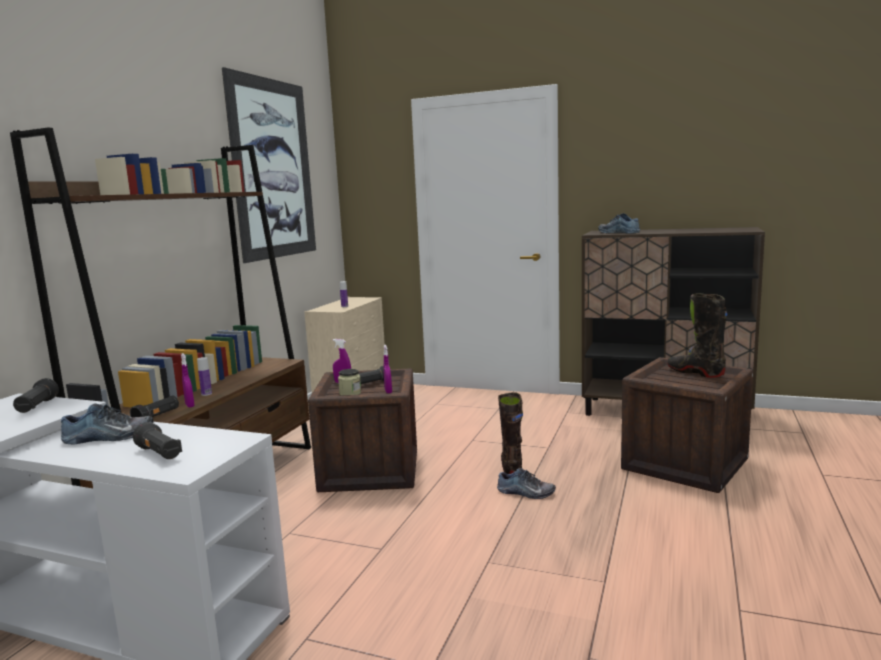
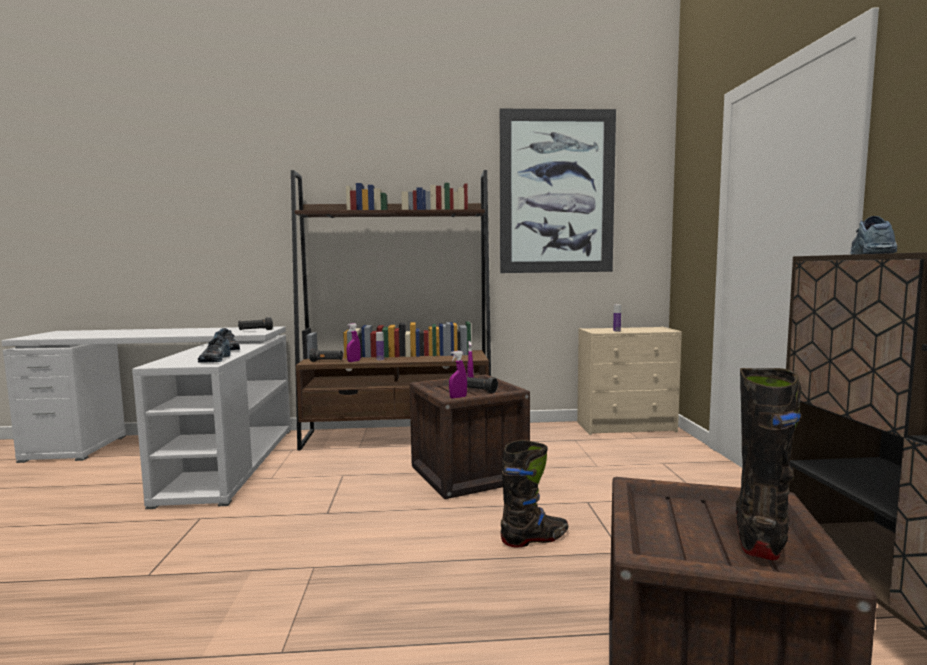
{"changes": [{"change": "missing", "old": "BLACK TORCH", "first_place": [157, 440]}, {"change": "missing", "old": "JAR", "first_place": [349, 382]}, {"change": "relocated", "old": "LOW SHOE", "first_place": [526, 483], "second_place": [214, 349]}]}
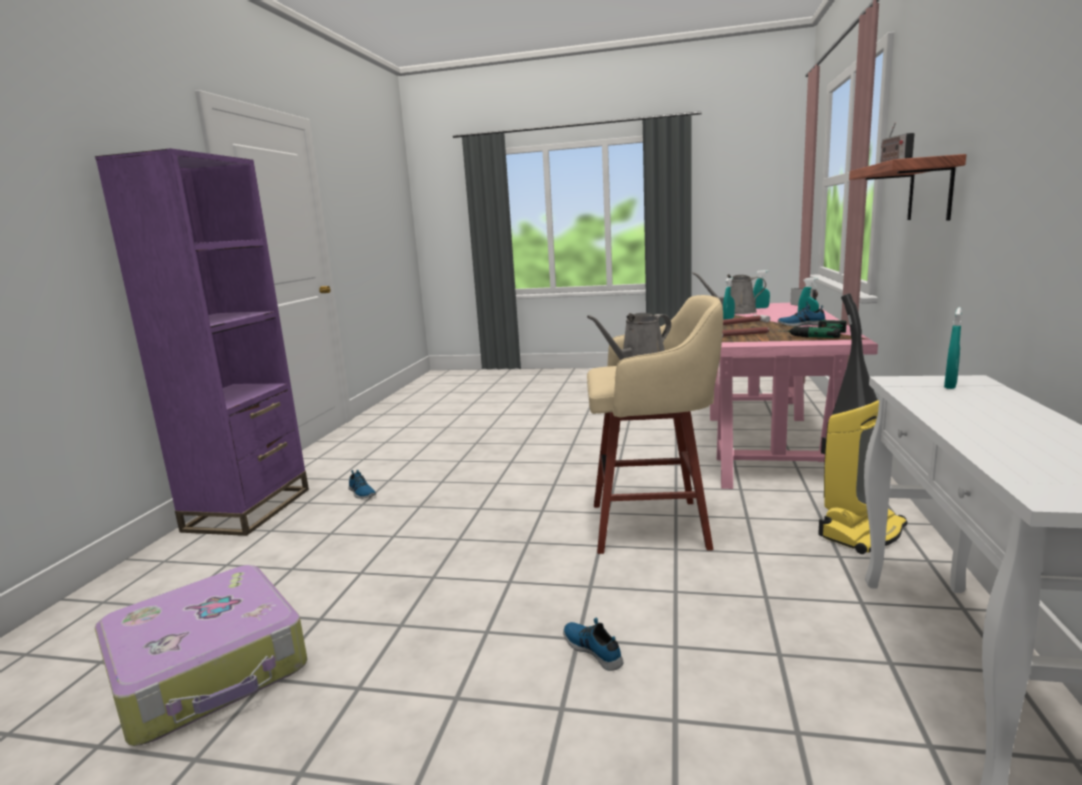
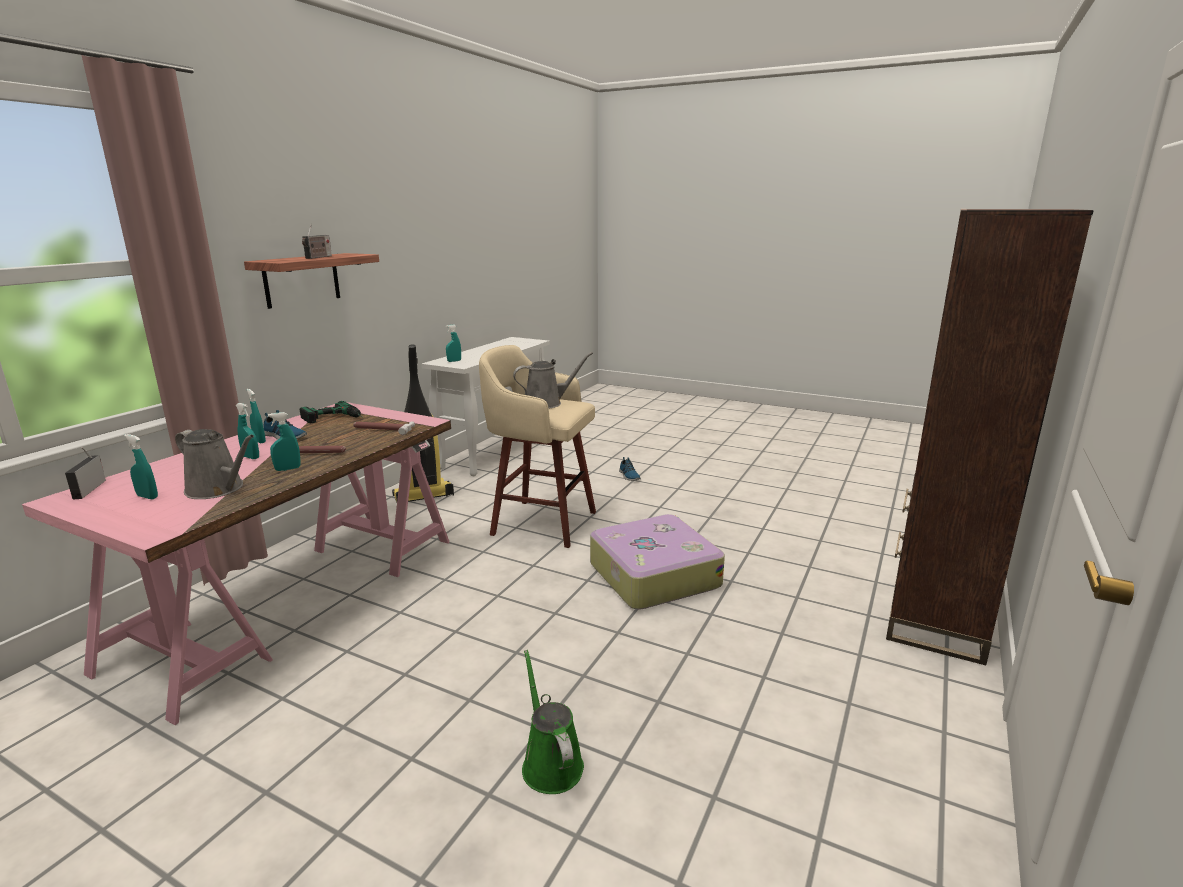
{"changes": [{"change": "missing", "old": "LOW SHOE", "first_place": [362, 484]}, {"change": "appeared", "new": "TURQUOISE SPRAY BOTTLE", "second_place": [247, 431]}, {"change": "appeared", "new": "GREEN-COLOURED SPRINKLING CAN", "second_place": [553, 722]}, {"change": "relocated", "old": "SUITCASE", "first_place": [201, 655], "second_place": [657, 562]}, {"change": "colour", "old": "PURPLE-COLOURED SHELVING UNIT", "new": "BROWN SHELVING UNIT", "first_place": [202, 342], "second_place": [990, 437]}]}
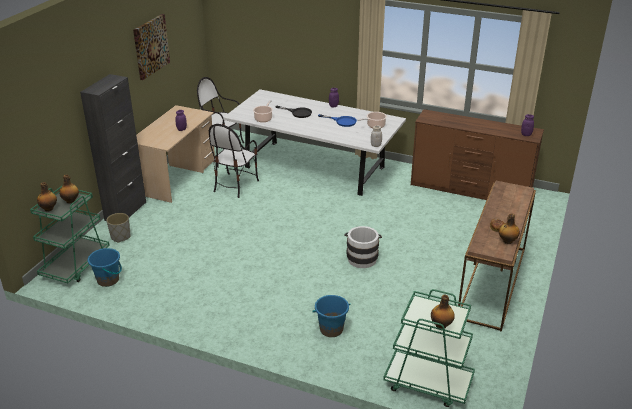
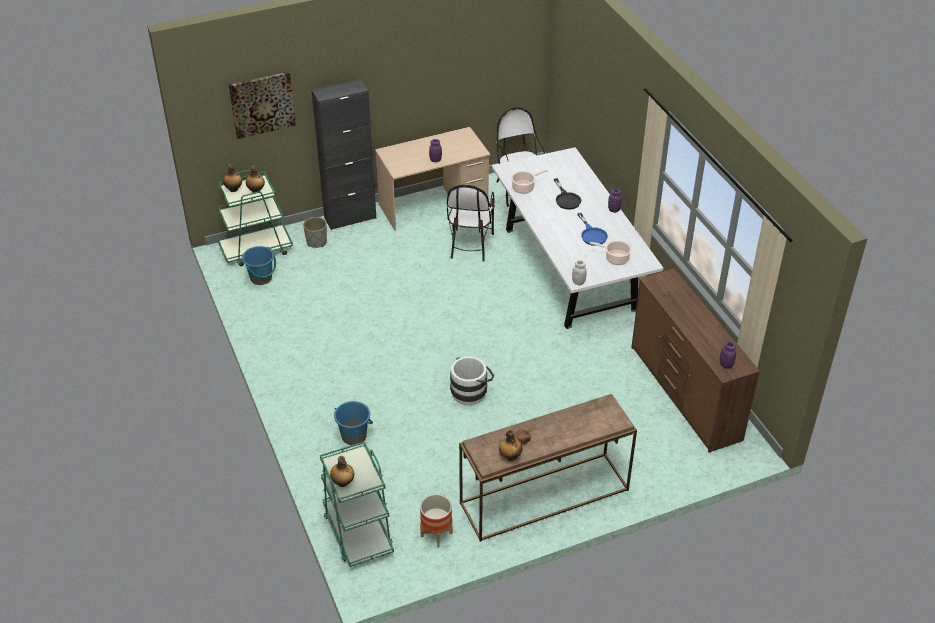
{"changes": [{"change": "appeared", "new": "PLANTER", "second_place": [436, 521]}, {"change": "relocated", "old": "PICTURE", "first_place": [151, 47], "second_place": [262, 105]}, {"change": "spun", "old": "PLAIN CHAIR", "first_place": [234, 161], "second_place": [471, 223], "degrees": -60}]}
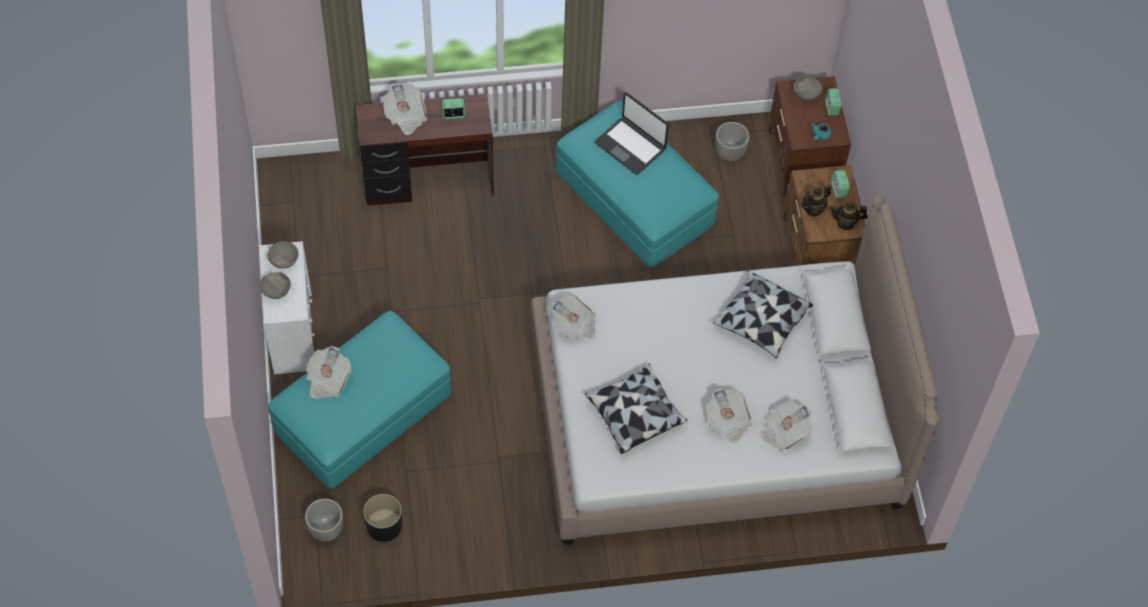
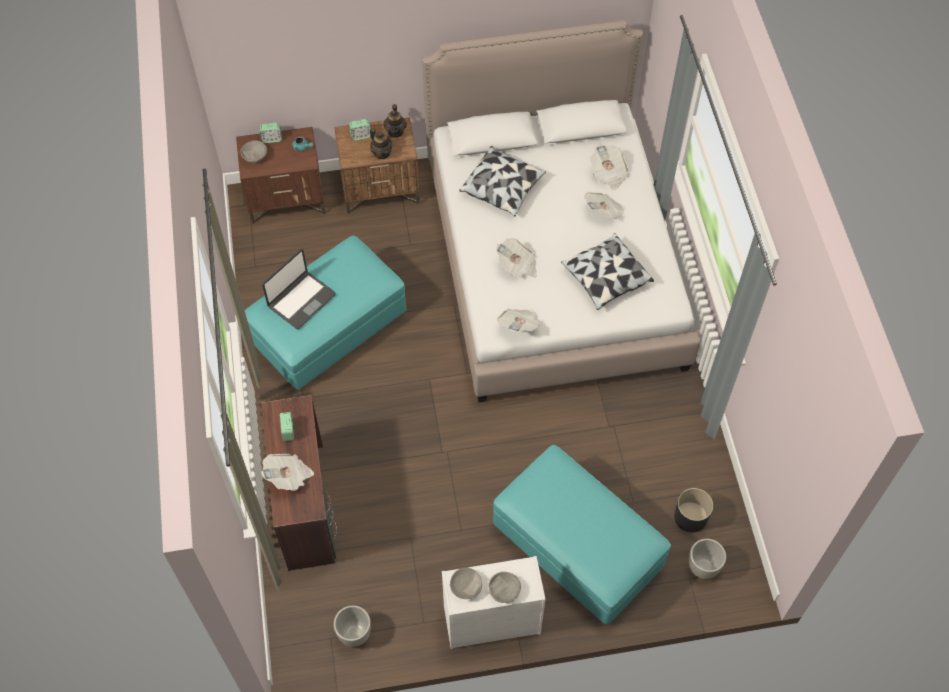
{"changes": [{"change": "relocated", "old": "NEWSPAPER", "first_place": [328, 372], "second_place": [516, 258]}, {"change": "relocated", "old": "GREY PLANTER", "first_place": [732, 141], "second_place": [352, 626]}]}
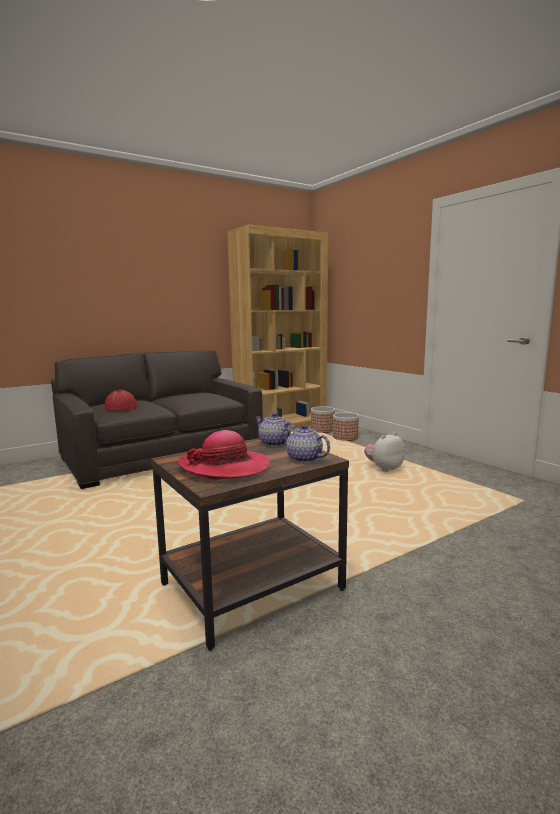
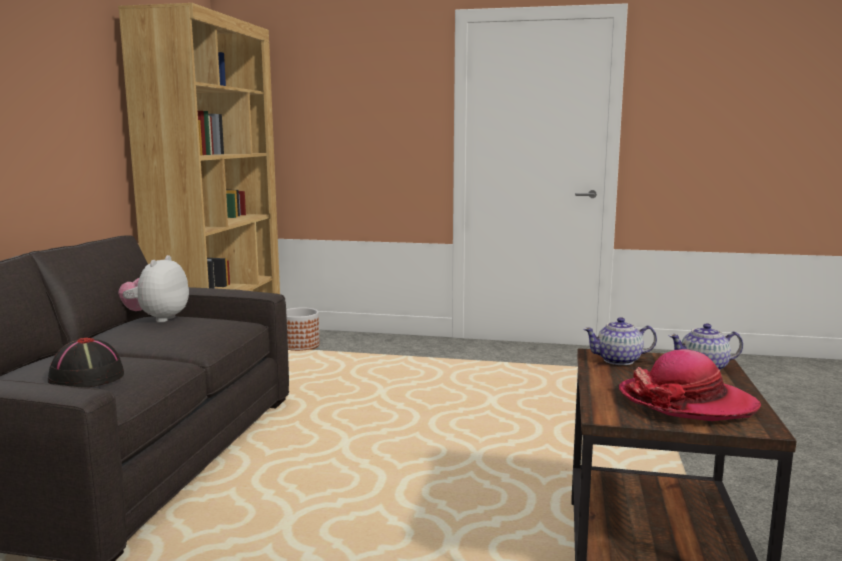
{"changes": [{"change": "missing", "old": "PLANTER", "first_place": [346, 426]}, {"change": "relocated", "old": "PLUSH TOY", "first_place": [384, 452], "second_place": [153, 288]}, {"change": "colour", "old": "RED CLOTHING HAT", "new": "BLACK CLOTHING HAT", "first_place": [121, 400], "second_place": [86, 363]}]}
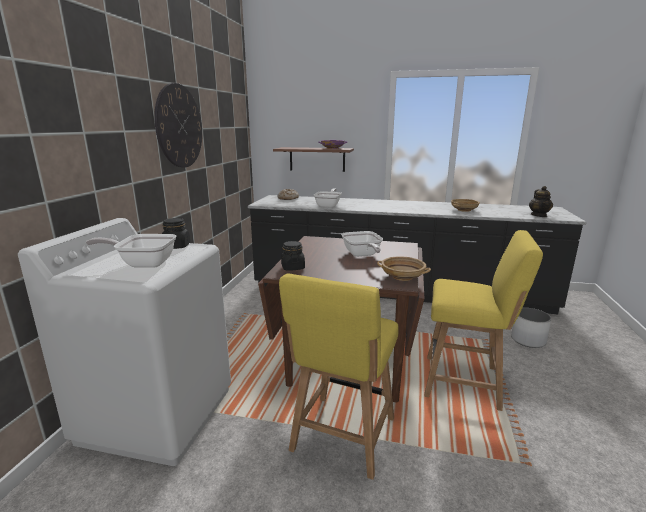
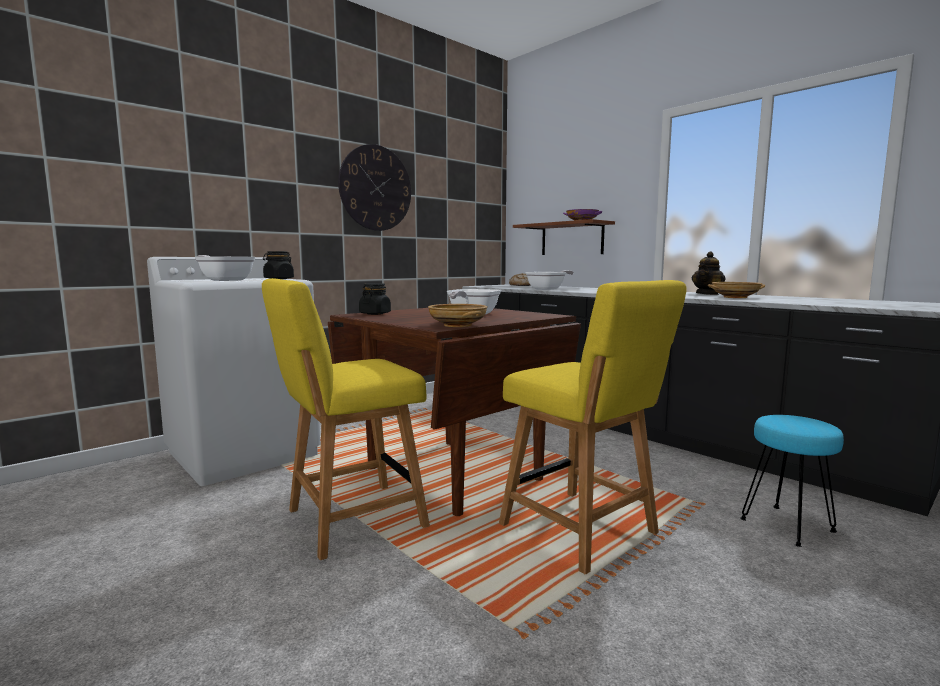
{"changes": [{"change": "relocated", "old": "TEAPOT", "first_place": [541, 201], "second_place": [708, 273]}, {"change": "exchanged", "old": "WHITE PLANTER", "new": "TURQUOISE STOOL SEAT", "first_place": [531, 328], "second_place": [792, 481]}]}
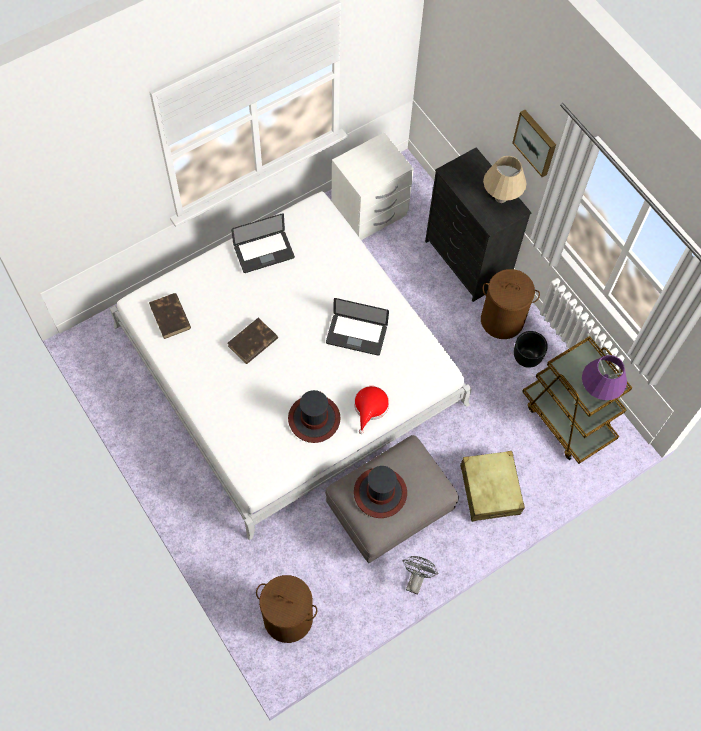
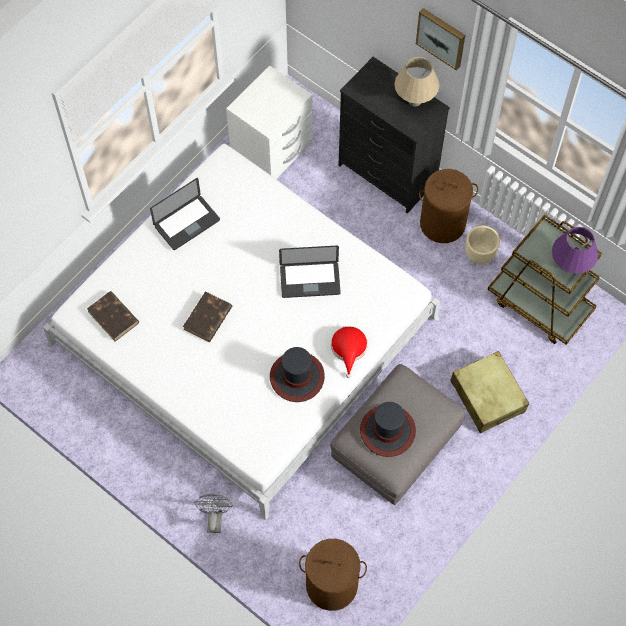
{"changes": [{"change": "relocated", "old": "GREY COOLING FAN", "first_place": [421, 575], "second_place": [214, 513]}, {"change": "colour", "old": "BLACK PLANTER", "new": "SAND-COLOURED PLANTER", "first_place": [531, 349], "second_place": [482, 245]}]}
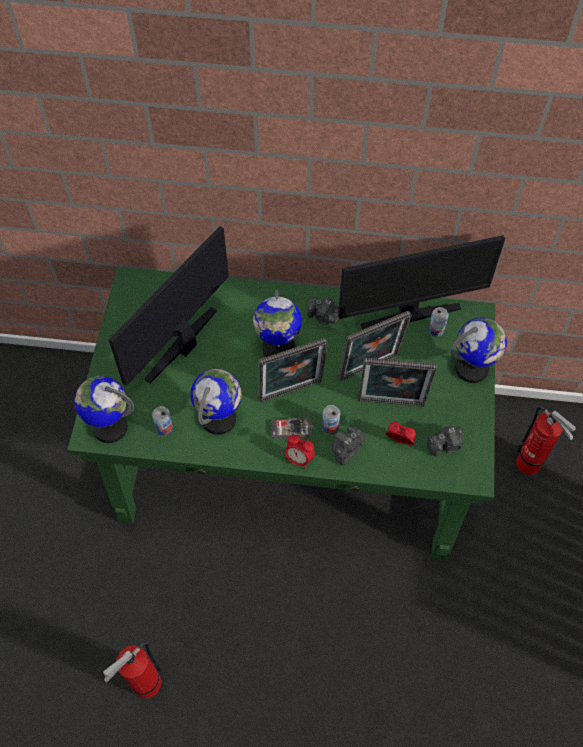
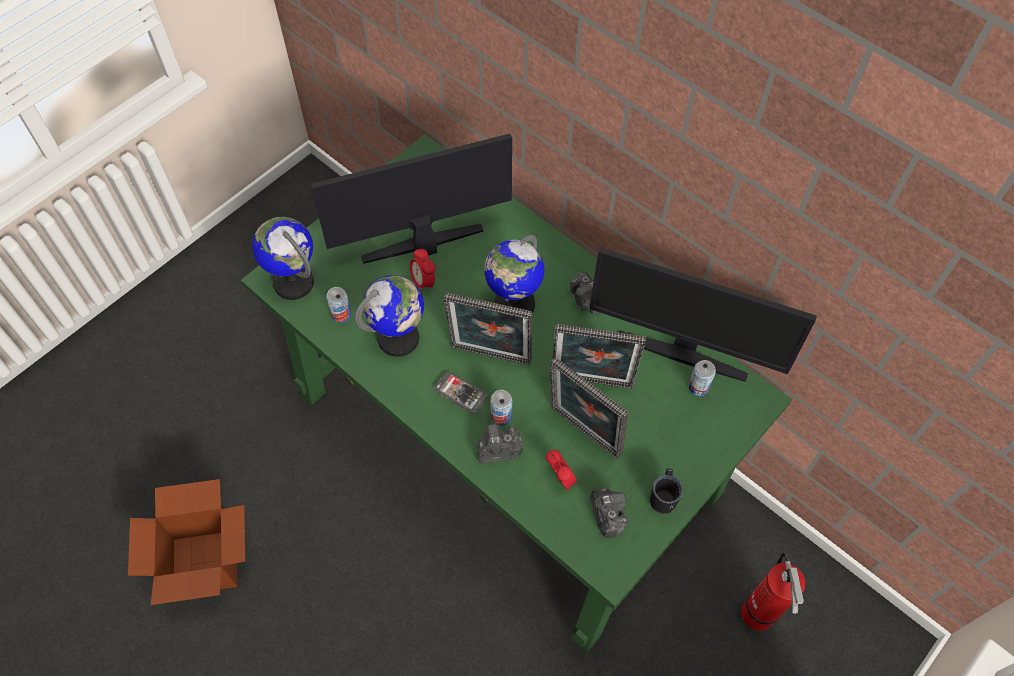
{"changes": [{"change": "missing", "old": "WORLD GLOBE", "first_place": [478, 350]}, {"change": "appeared", "new": "BLACK MUG", "second_place": [666, 491]}, {"change": "relocated", "old": "ALARM CLOCK", "first_place": [300, 452], "second_place": [423, 271]}, {"change": "exchanged", "old": "FIRE EXTINGUISHER", "new": "PACKING BOX", "first_place": [132, 670], "second_place": [186, 542]}, {"change": "spun", "old": "STILL CAMERA", "first_place": [445, 440], "second_place": [609, 513], "degrees": -120}]}
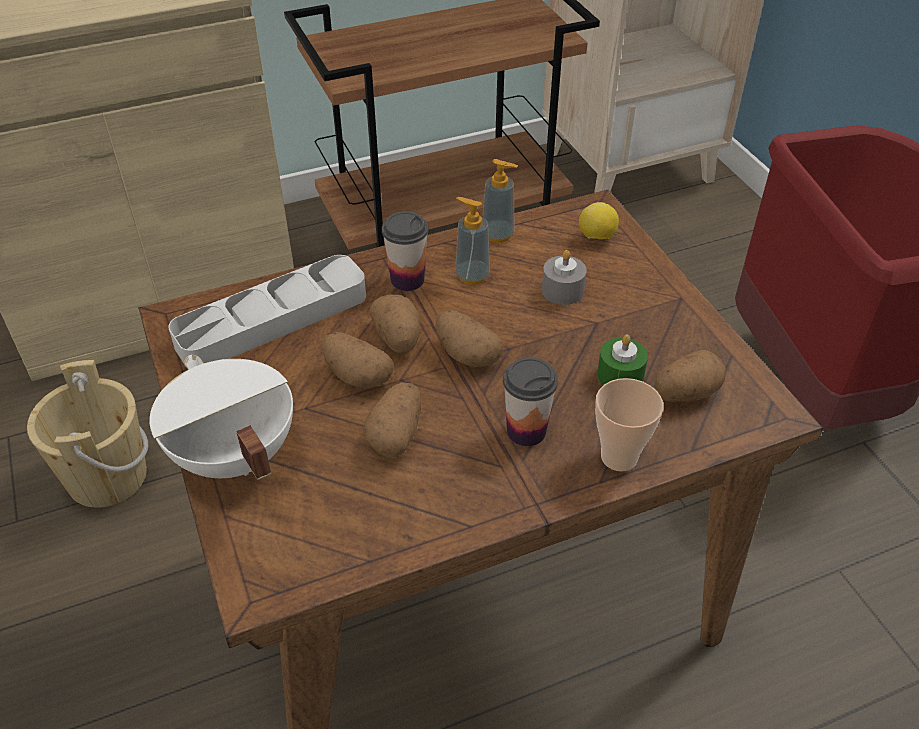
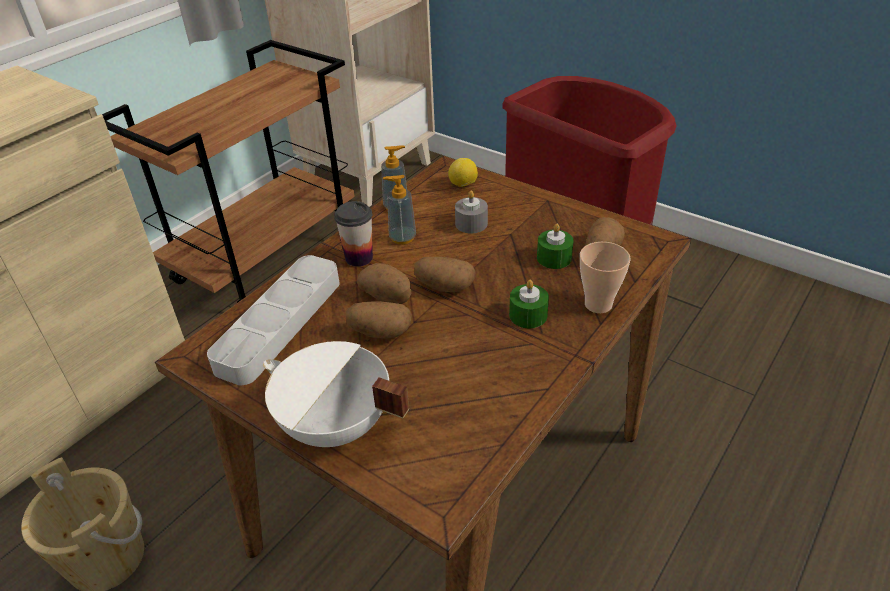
{"changes": [{"change": "missing", "old": "WHOLE POTATO", "first_place": [392, 420]}, {"change": "exchanged", "old": "SMALL CUP", "new": "GREEN-COLOURED WAX CANDLE", "first_place": [530, 401], "second_place": [529, 304]}]}
